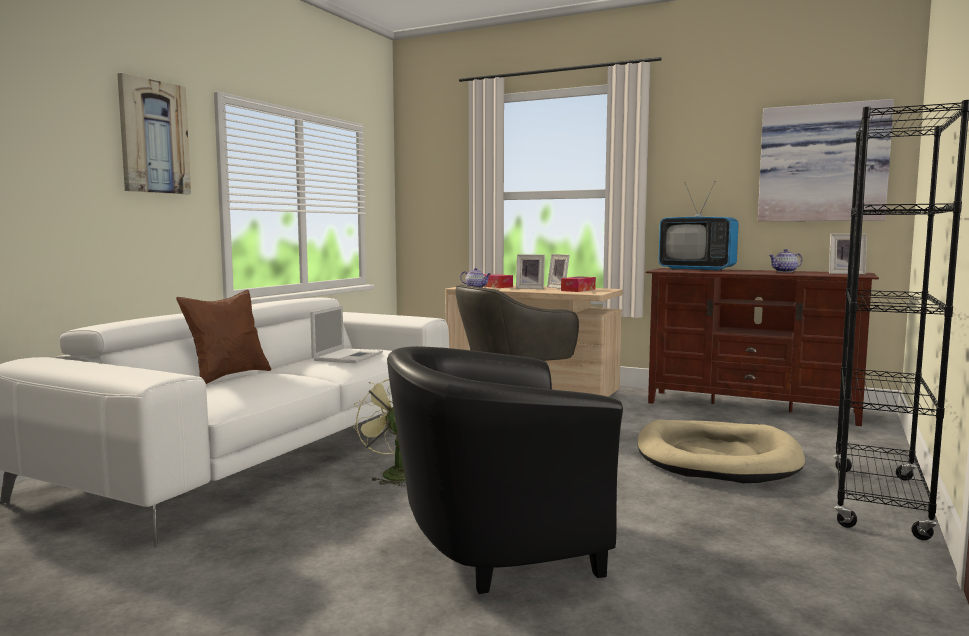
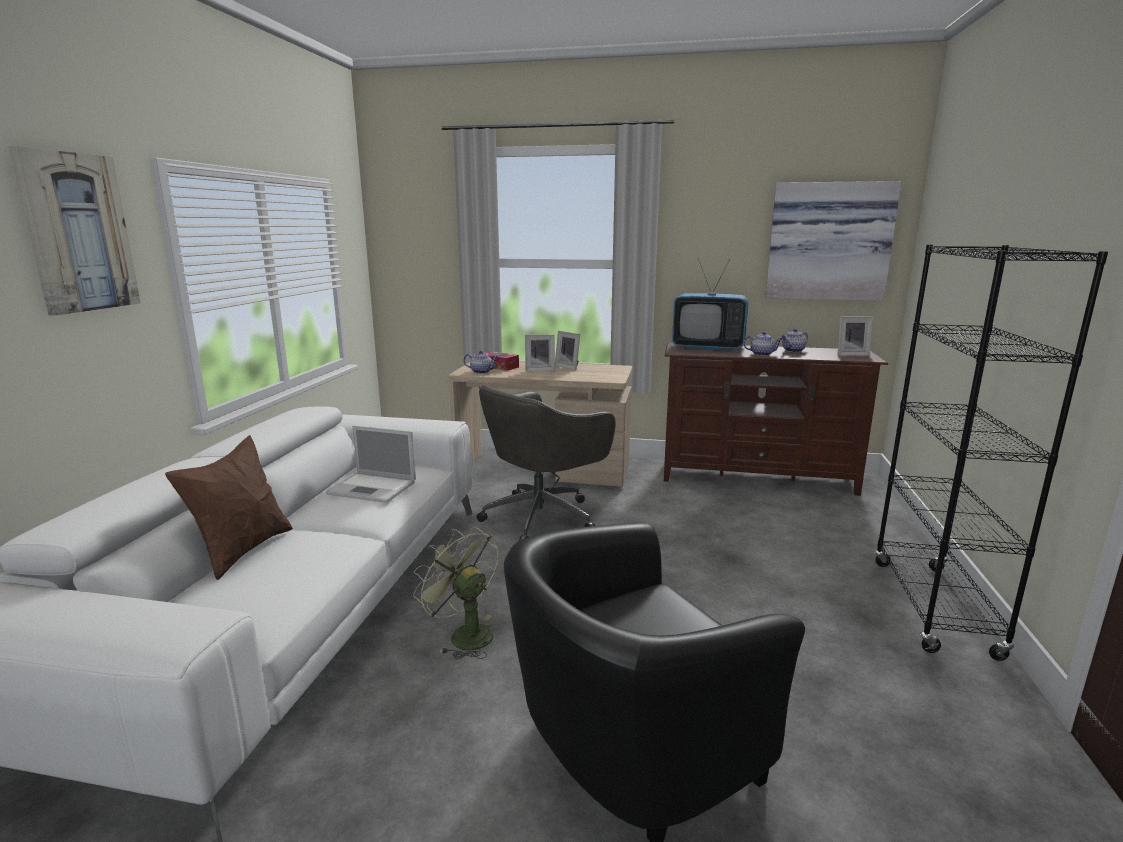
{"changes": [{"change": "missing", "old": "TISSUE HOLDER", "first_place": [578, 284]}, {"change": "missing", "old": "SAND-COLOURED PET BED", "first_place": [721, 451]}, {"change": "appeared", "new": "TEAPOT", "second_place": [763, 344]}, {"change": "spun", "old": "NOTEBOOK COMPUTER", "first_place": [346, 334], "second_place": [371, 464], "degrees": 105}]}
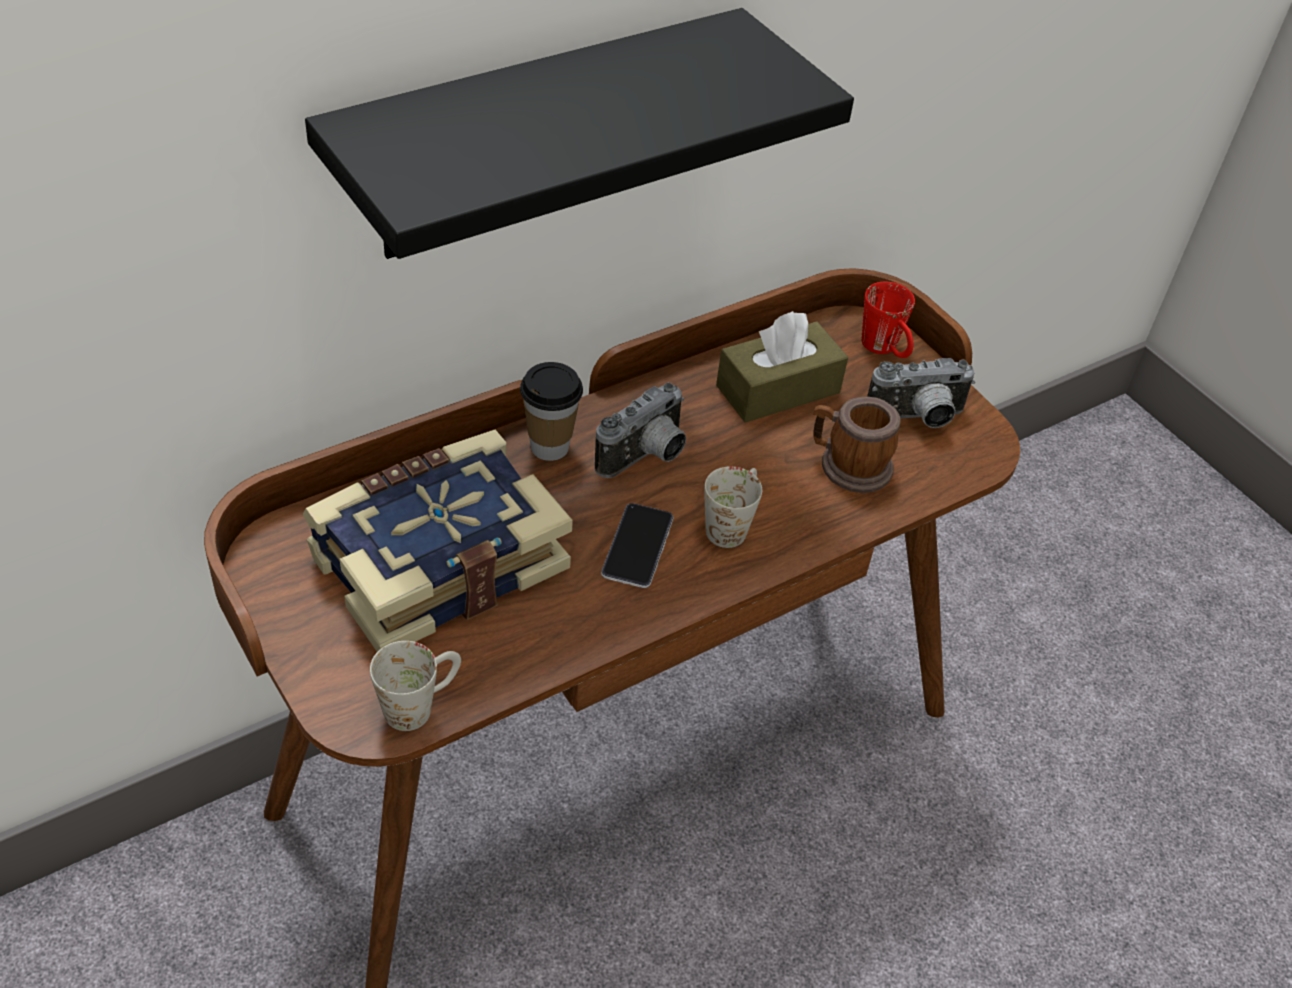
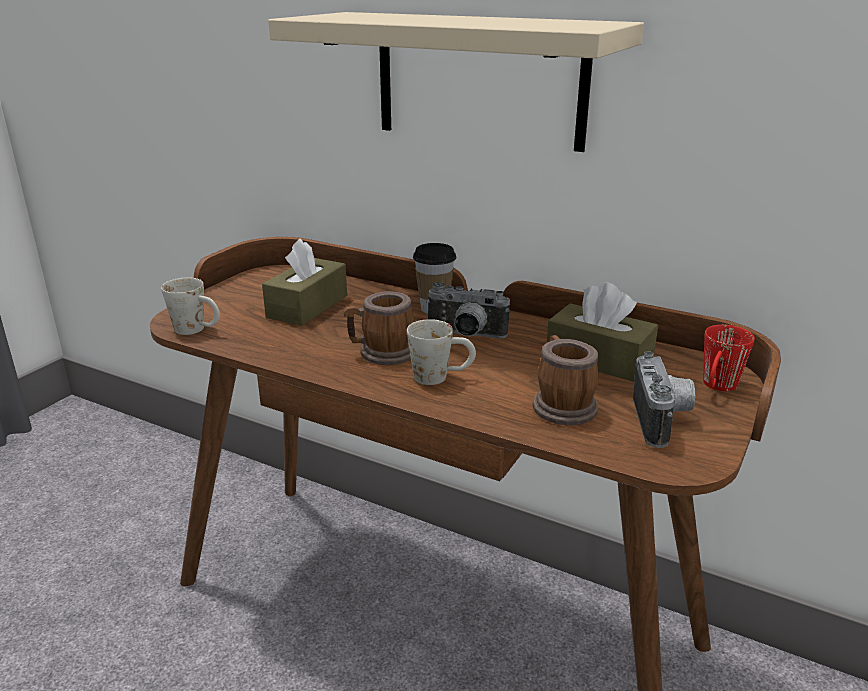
{"changes": [{"change": "exchanged", "old": "BOOK", "new": "BROWN TISSUE HOLDER", "first_place": [438, 541], "second_place": [304, 282]}, {"change": "exchanged", "old": "PHONE", "new": "MUG", "first_place": [637, 545], "second_place": [379, 328]}, {"change": "colour", "old": "BLACK SHELF", "new": "SAND-COLOURED SHELF", "first_place": [579, 133], "second_place": [456, 82]}, {"change": "spun", "old": "STILL CAMERA", "first_place": [921, 393], "second_place": [664, 399], "degrees": -135}]}
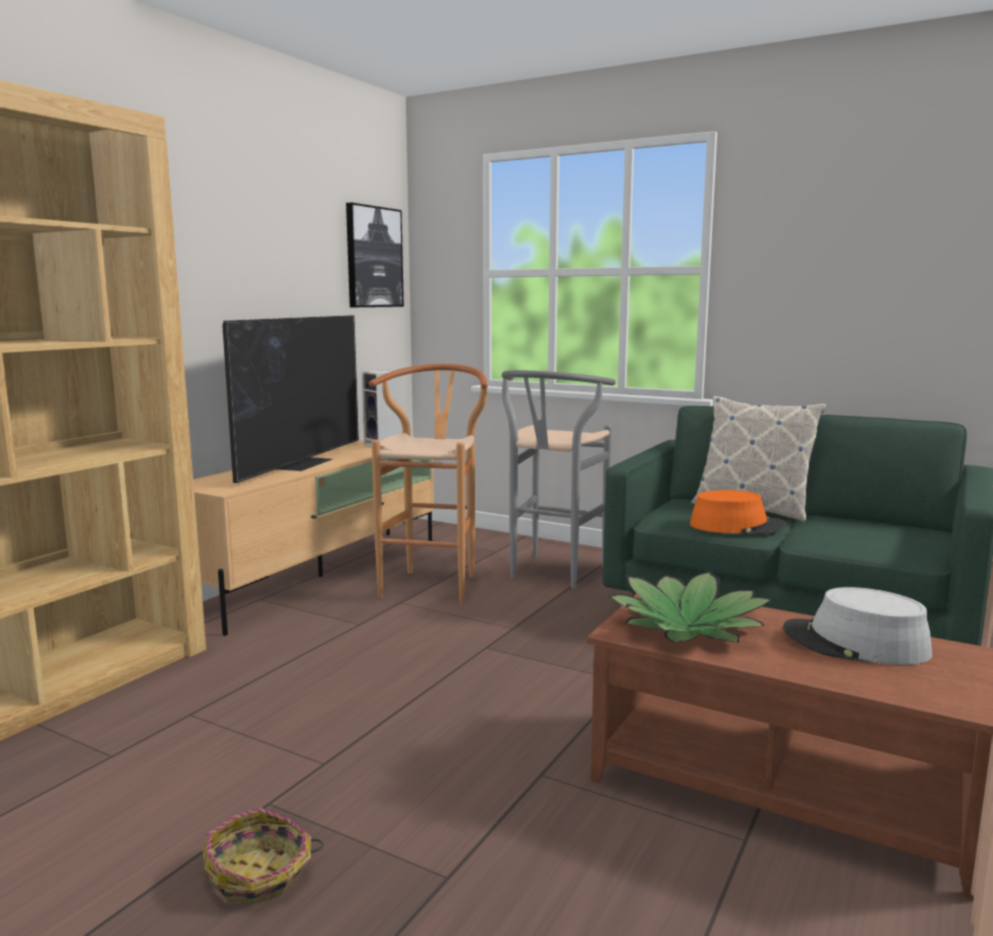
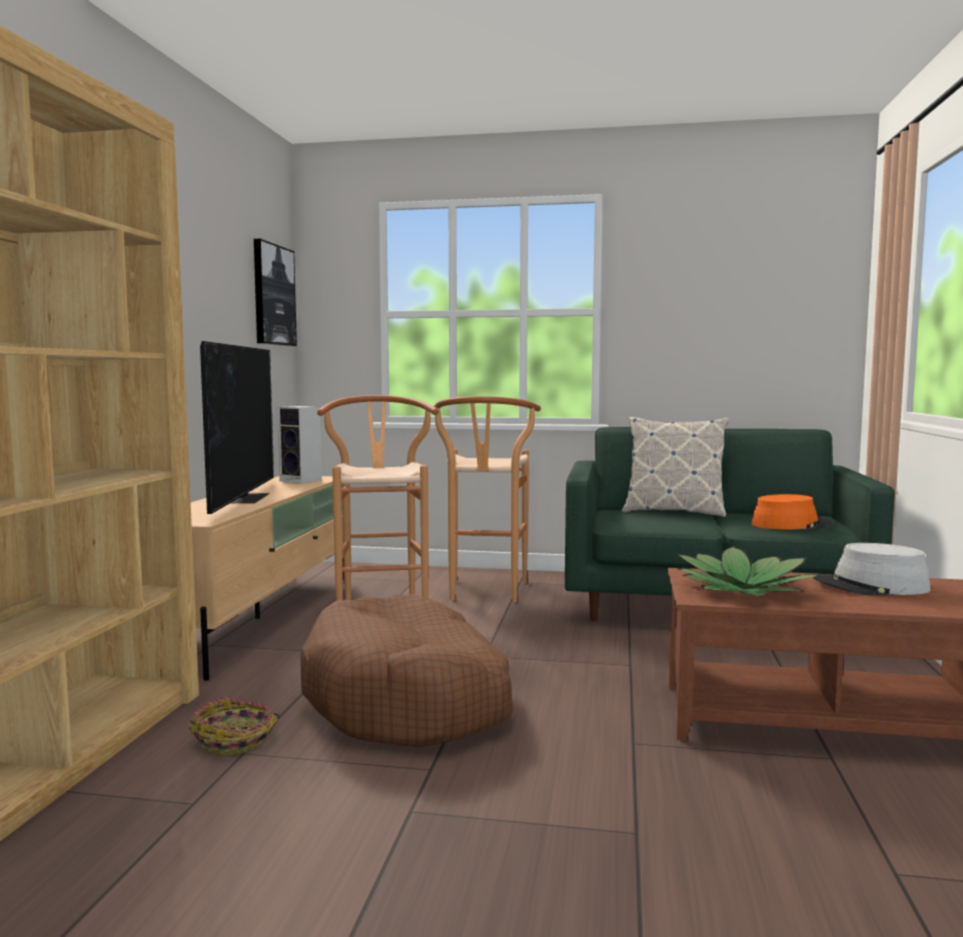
{"changes": [{"change": "appeared", "new": "BROWN PET BED", "second_place": [406, 670]}, {"change": "relocated", "old": "BASKET", "first_place": [263, 856], "second_place": [234, 726]}, {"change": "relocated", "old": "ORANGE-COLOURED CLOTHING HAT", "first_place": [738, 512], "second_place": [791, 512]}, {"change": "colour", "old": "GREY STOOL SEAT", "new": "BROWN STOOL SEAT", "first_place": [559, 479], "second_place": [487, 499]}]}
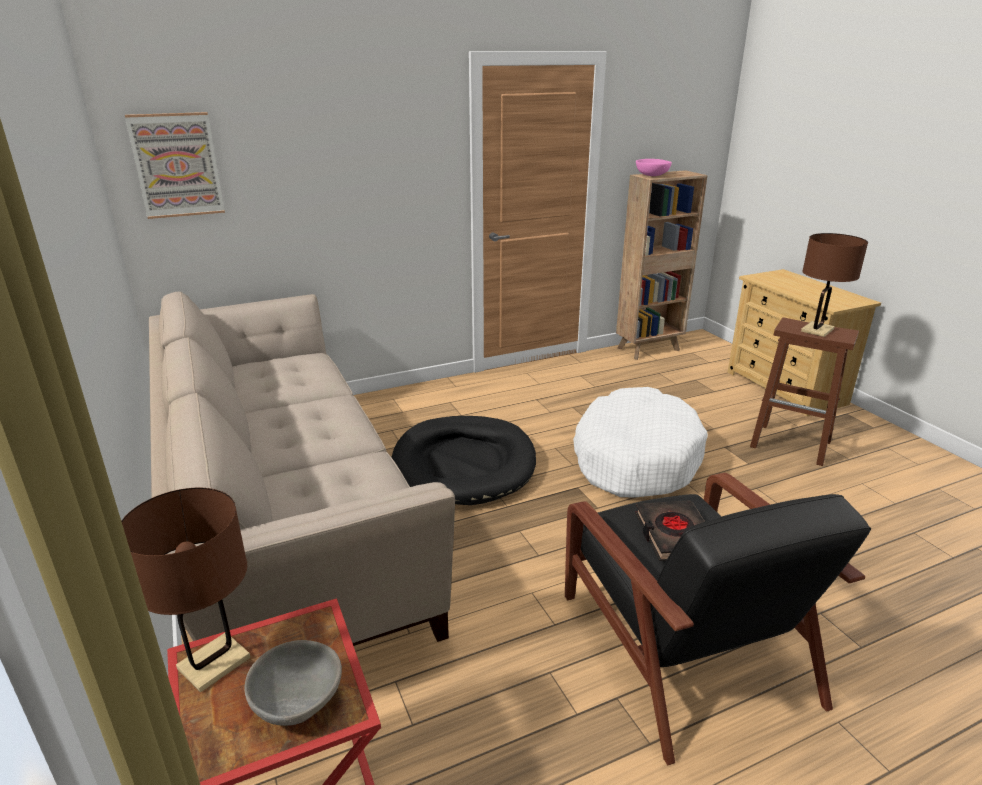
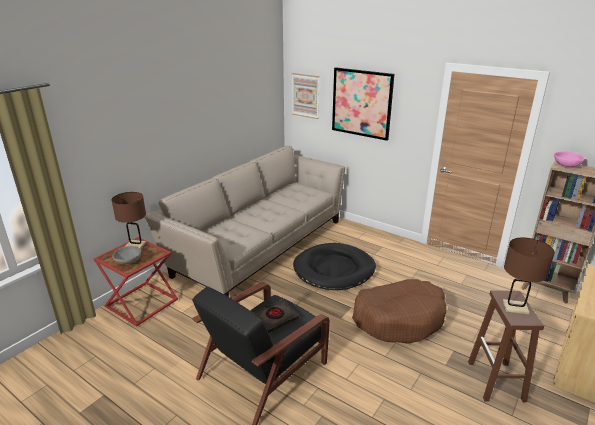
{"changes": [{"change": "appeared", "new": "PICTURE", "second_place": [363, 104]}, {"change": "colour", "old": "WHITE PET BED", "new": "BROWN PET BED", "first_place": [640, 442], "second_place": [399, 311]}]}
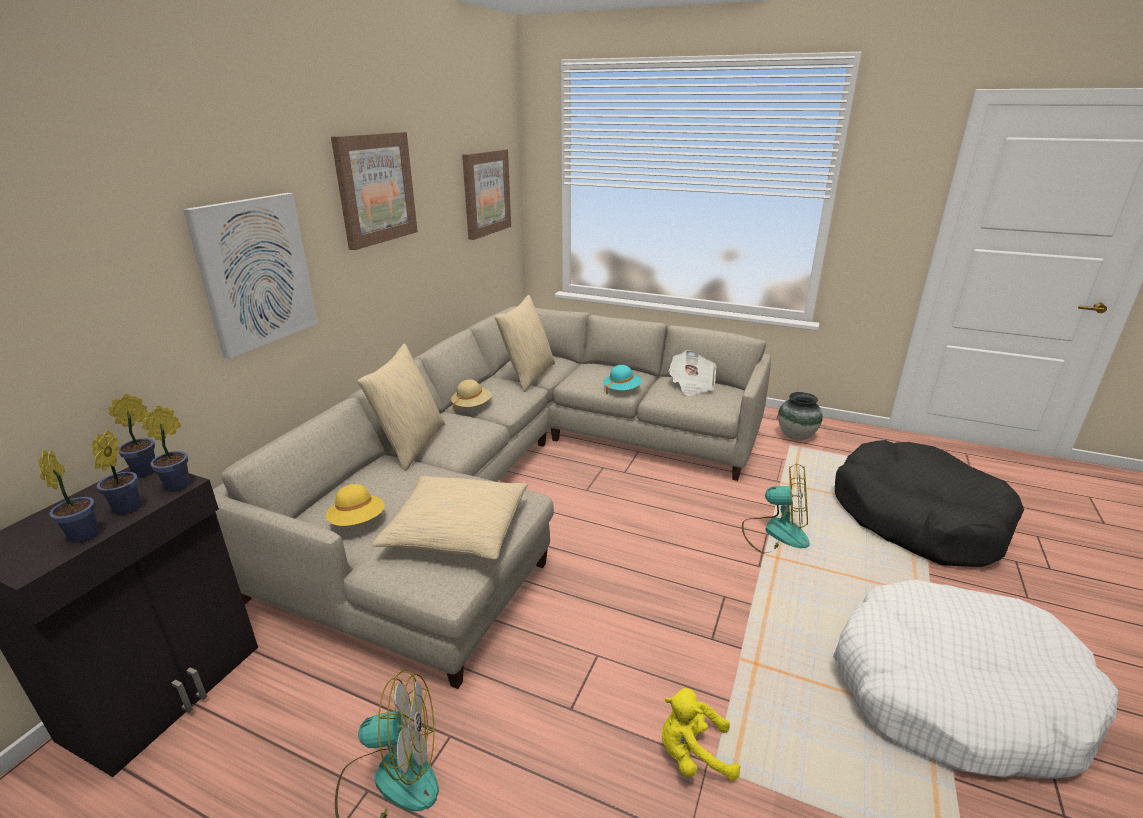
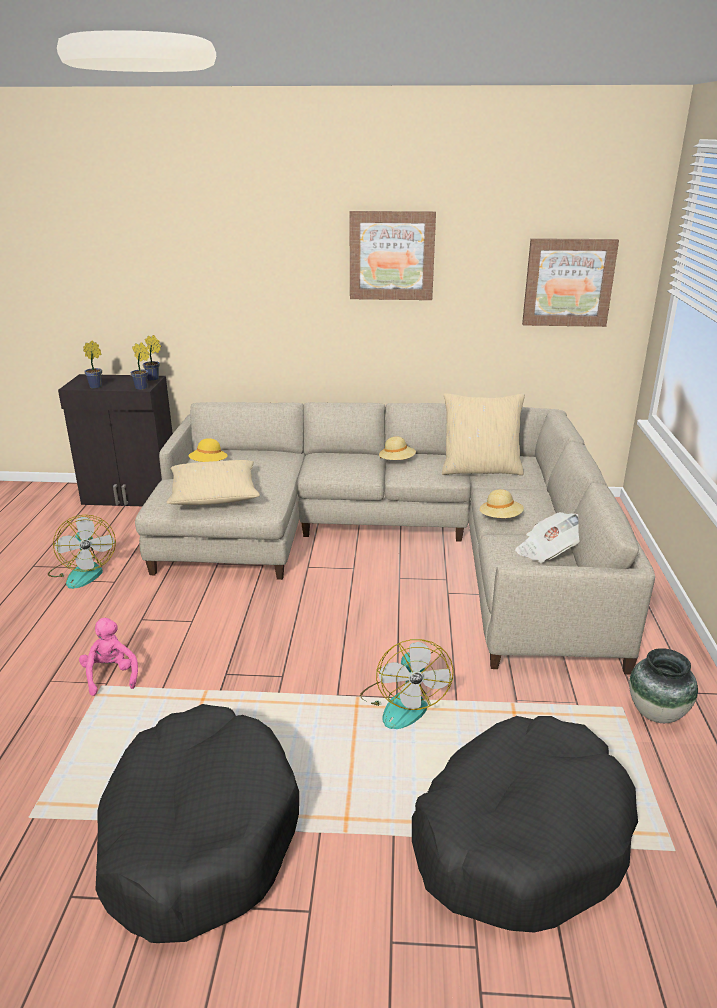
{"changes": [{"change": "missing", "old": "POTTED PLANT", "first_place": [116, 472]}, {"change": "missing", "old": "PICTURE", "first_place": [250, 276]}, {"change": "missing", "old": "SAND-COLOURED THROW PILLOW", "first_place": [401, 407]}, {"change": "colour", "old": "TURQUOISE CLOTHING HAT", "new": "SAND-COLOURED CLOTHING HAT", "first_place": [622, 379], "second_place": [502, 503]}, {"change": "colour", "old": "YELLOW-COLOURED PLUSH TOY", "new": "PINK PLUSH TOY", "first_place": [701, 734], "second_place": [108, 657]}, {"change": "colour", "old": "WHITE PET BED", "new": "BLACK PET BED", "first_place": [975, 679], "second_place": [197, 823]}]}
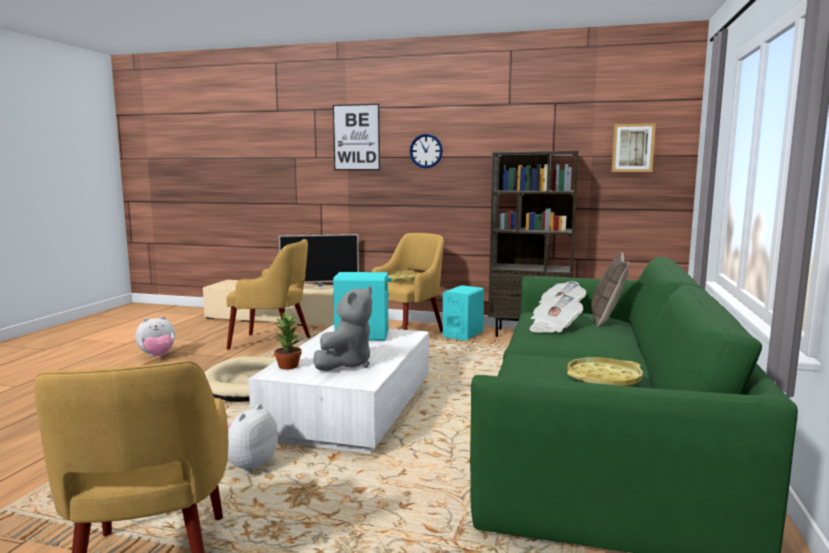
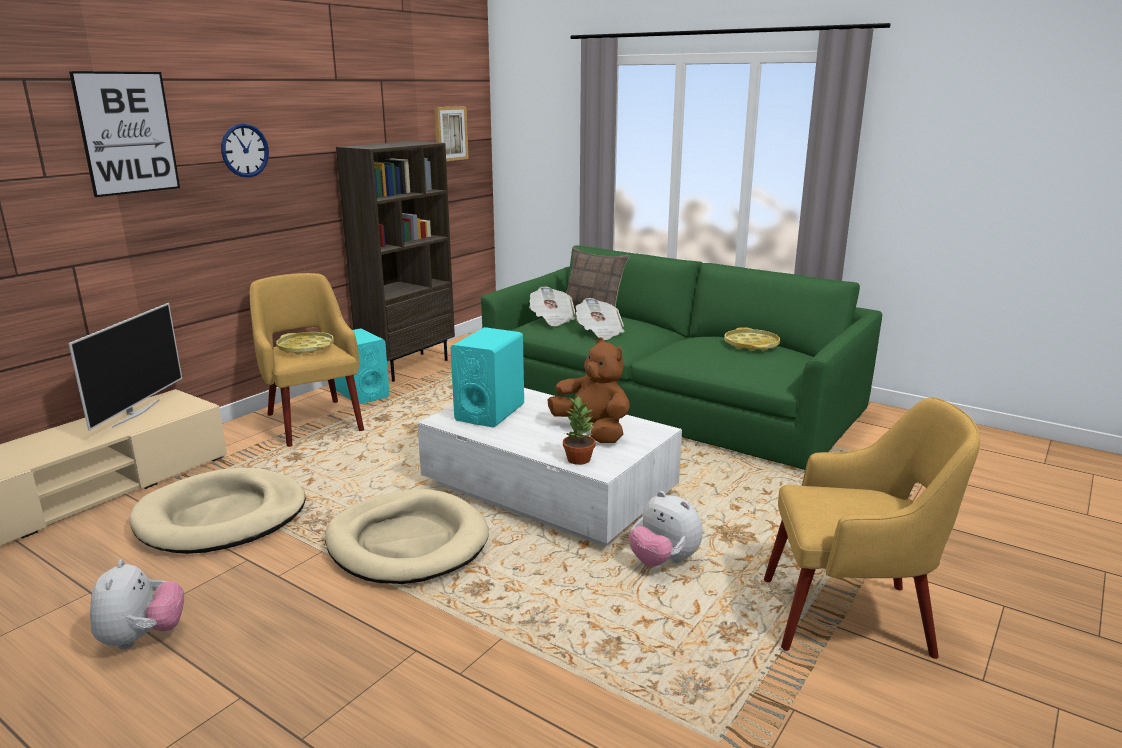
{"changes": [{"change": "exchanged", "old": "YELLOW-COLOURED EASY CHAIR", "new": "SAND-COLOURED PET BED", "first_place": [268, 294], "second_place": [217, 511]}, {"change": "colour", "old": "GREY PLUSH TOY", "new": "BROWN PLUSH TOY", "first_place": [342, 328], "second_place": [589, 390]}]}
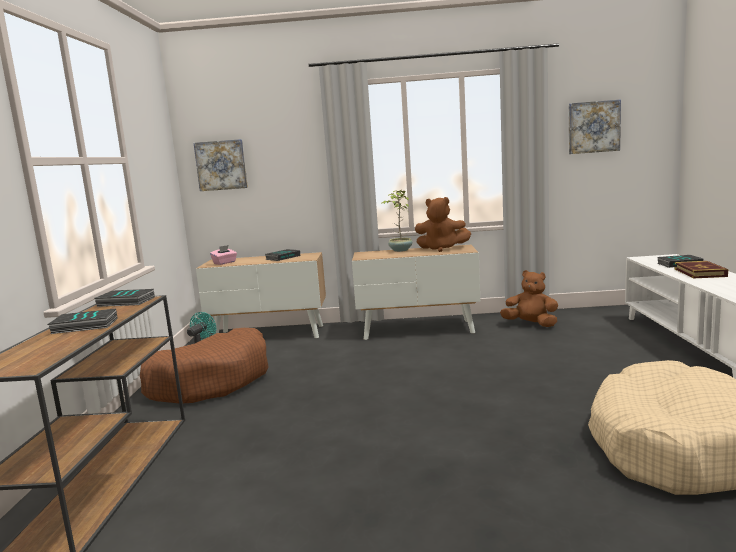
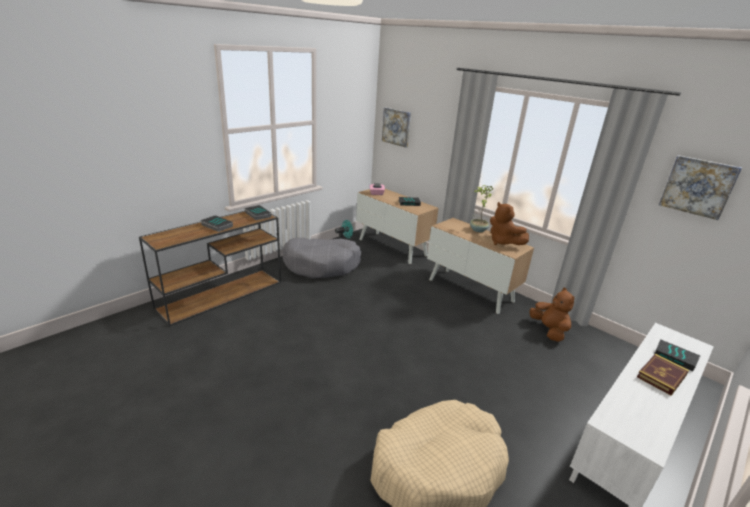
{"changes": [{"change": "colour", "old": "BROWN PET BED", "new": "GREY PET BED", "first_place": [204, 365], "second_place": [322, 258]}]}
